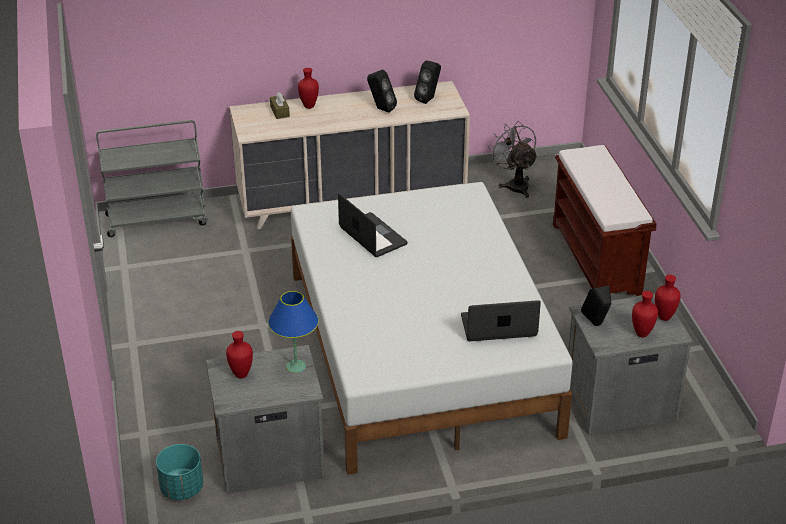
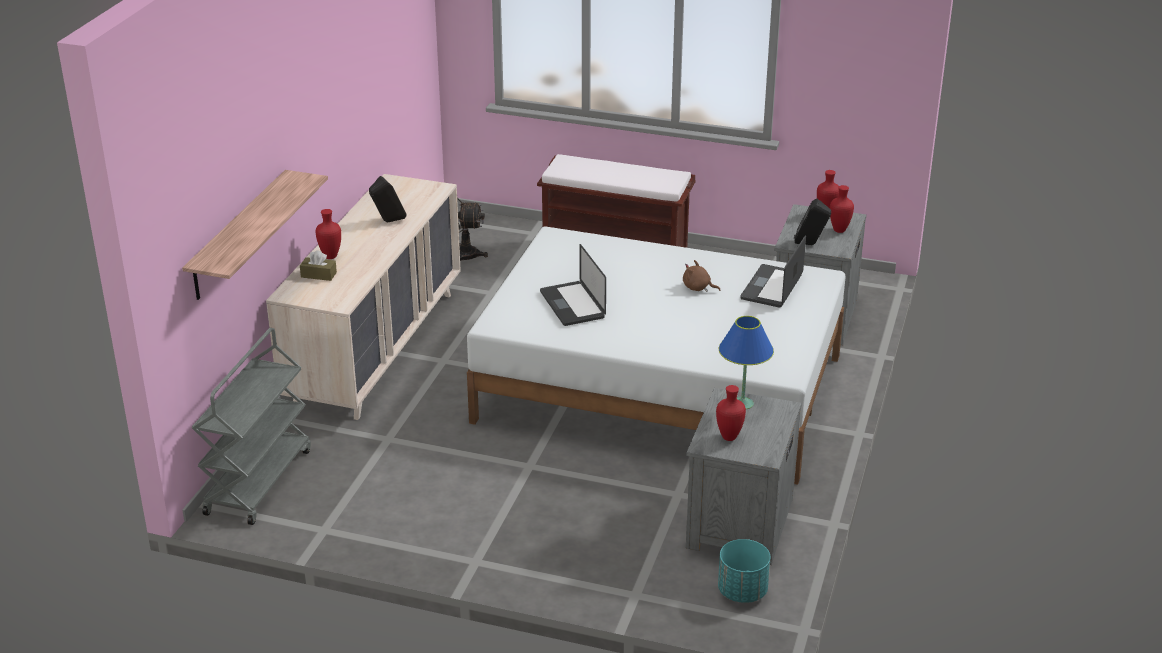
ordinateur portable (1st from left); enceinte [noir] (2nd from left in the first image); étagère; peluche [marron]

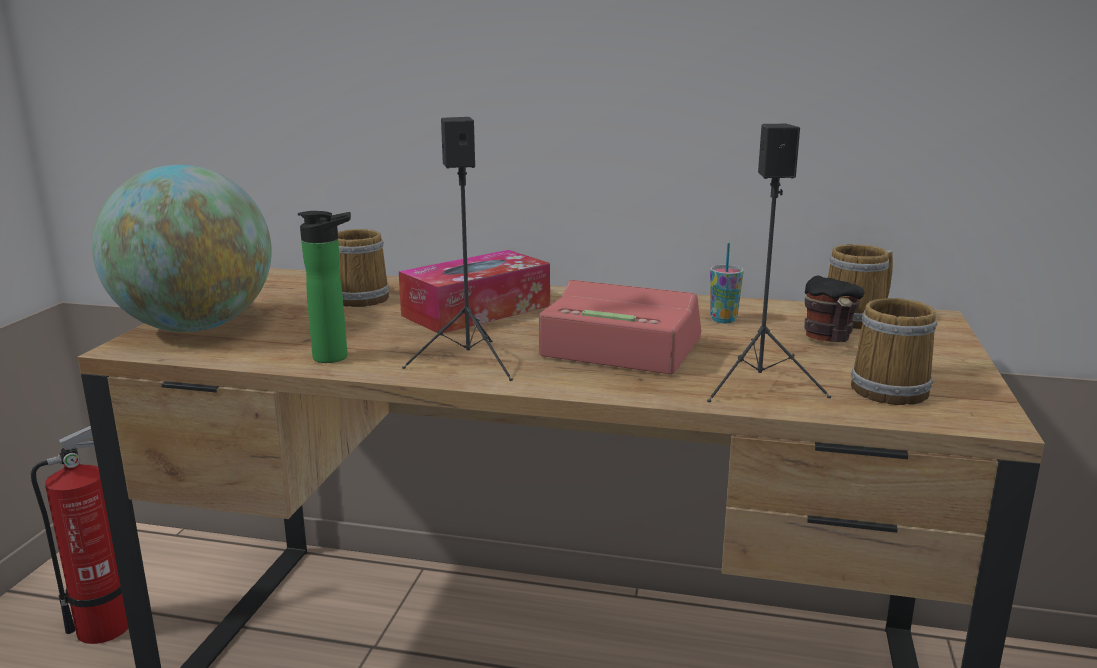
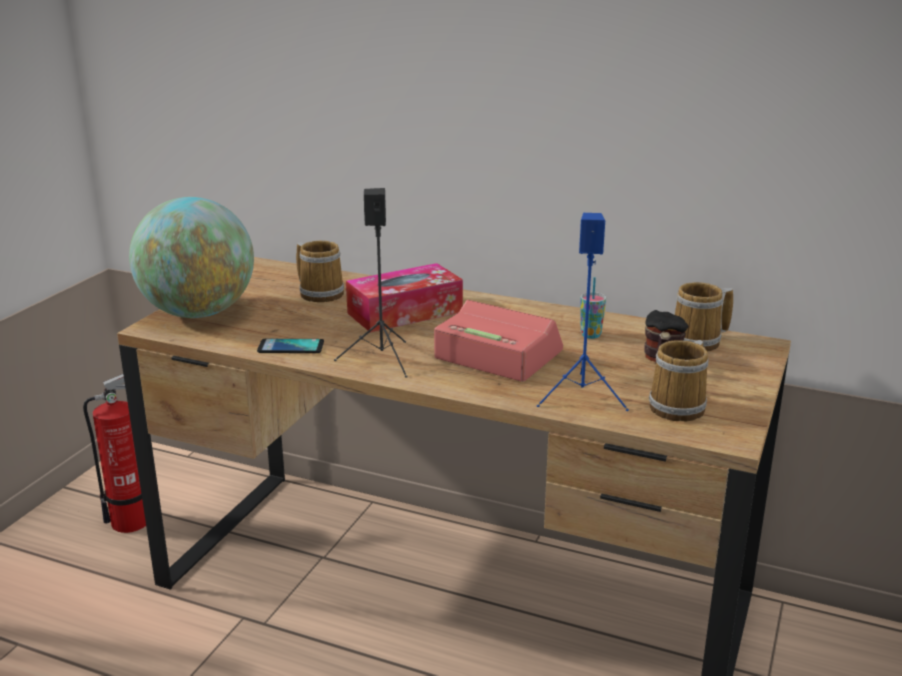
téléphone; enceinte [bleu]

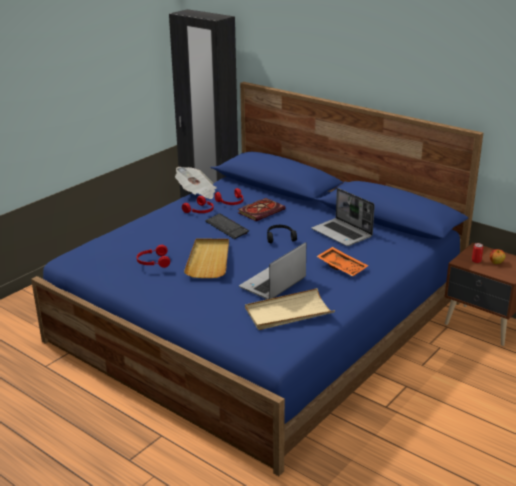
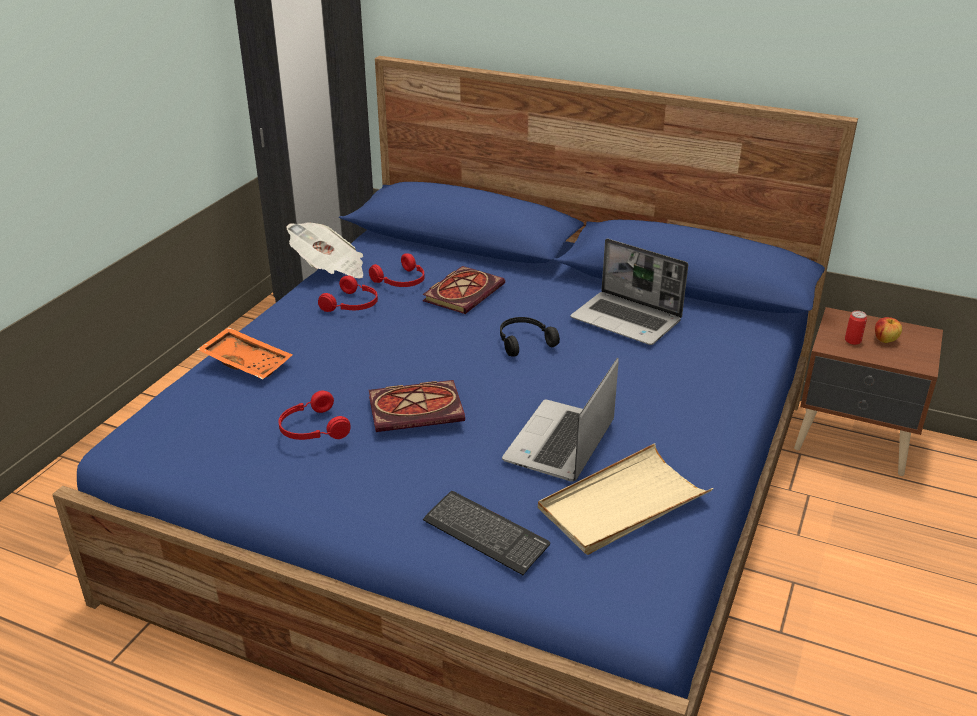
livre (1st from left); clavier; plateau [orange]

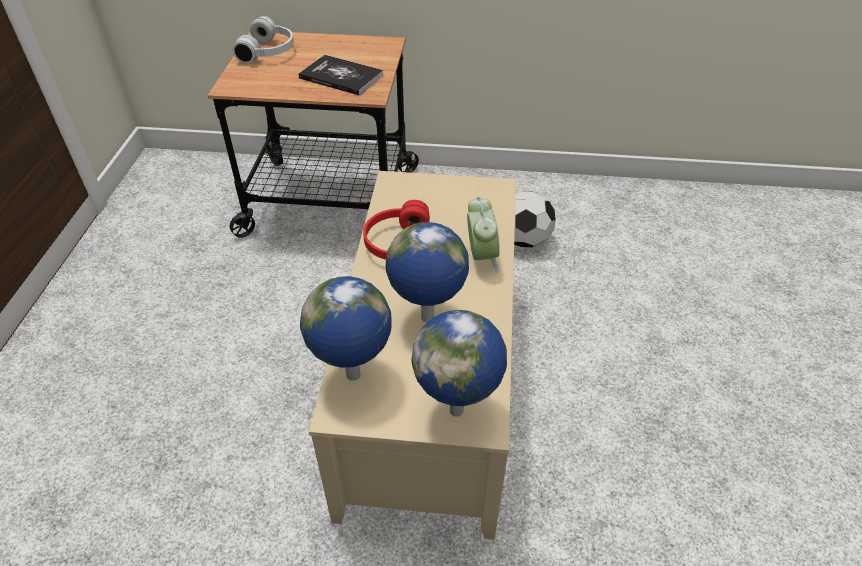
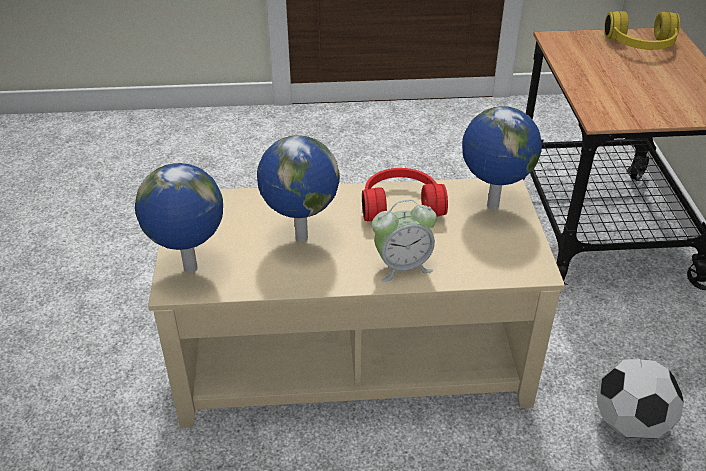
casque audio [jaune]; livre; globe (3rd from left)

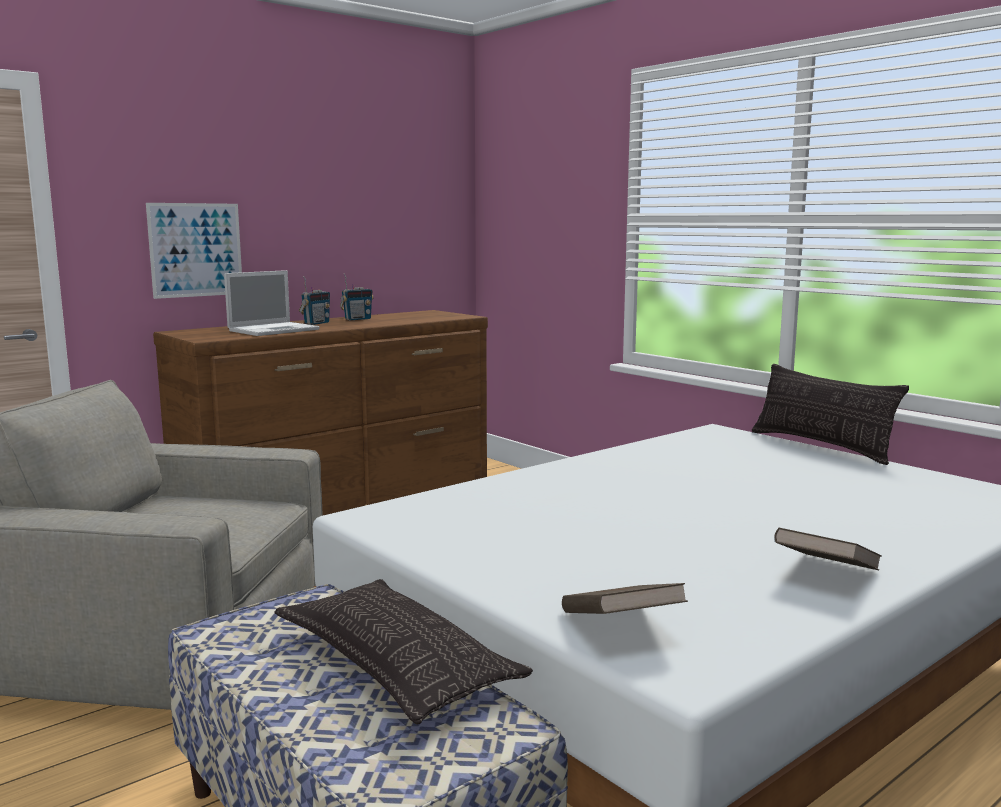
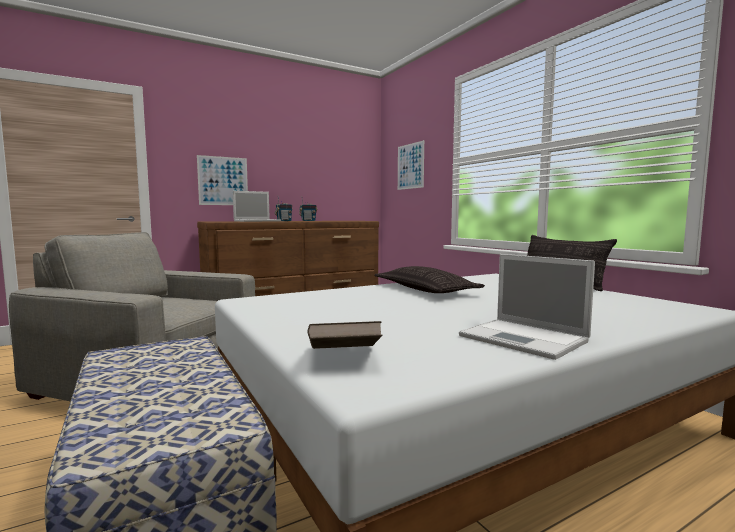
coussin (1st from left); ordinateur portable (2nd from left); tableau (2nd from left)

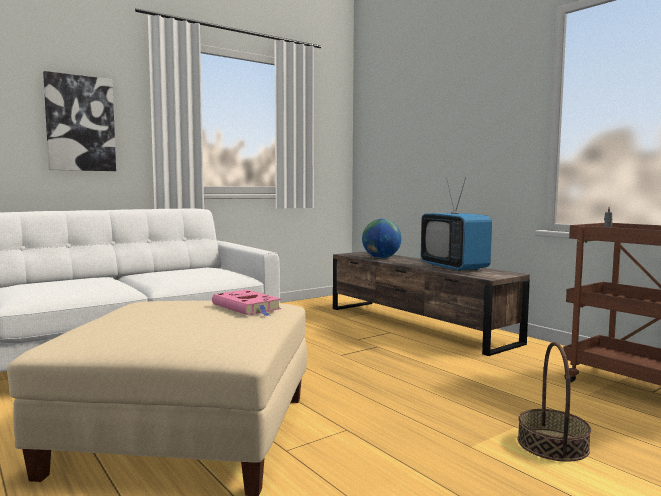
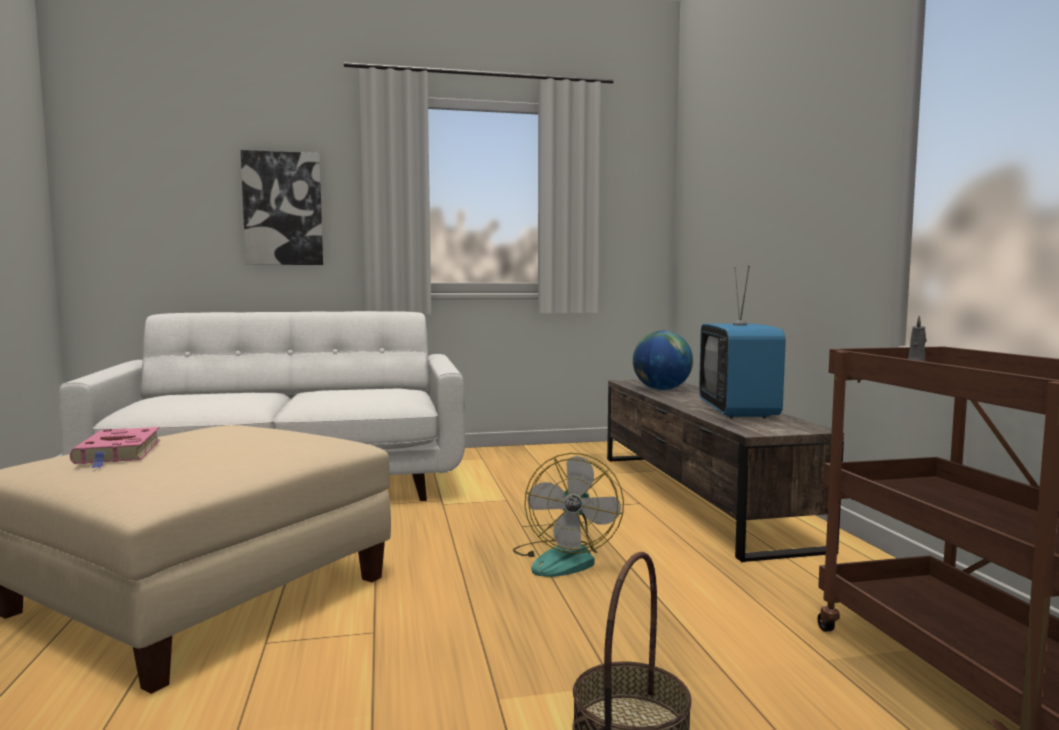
livre [rose]; ventilateur

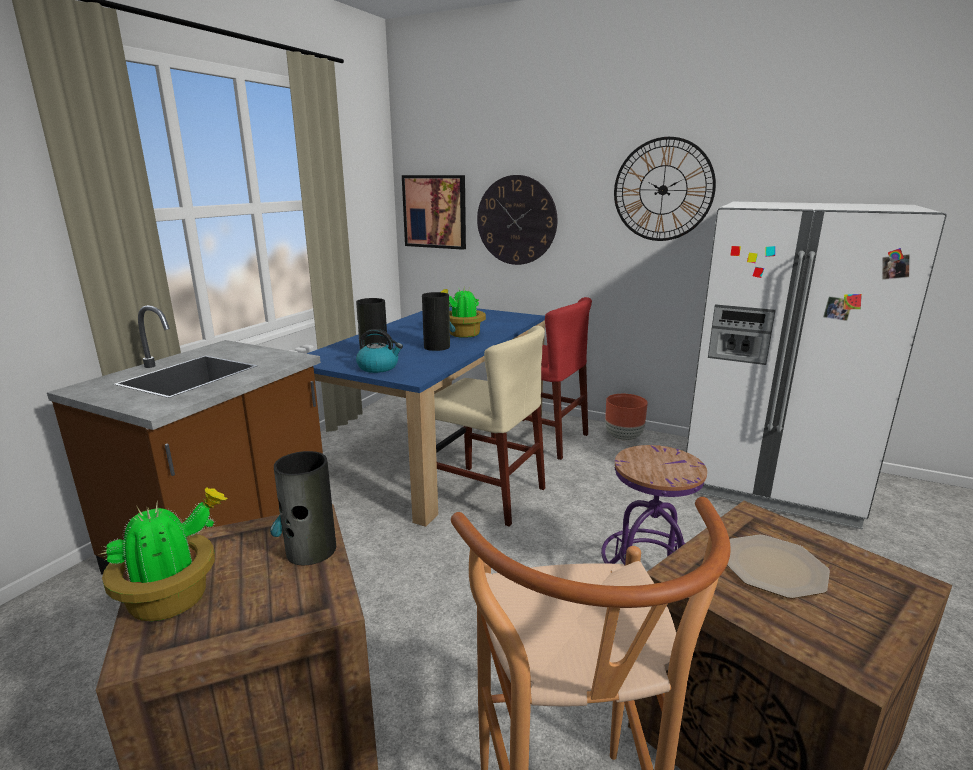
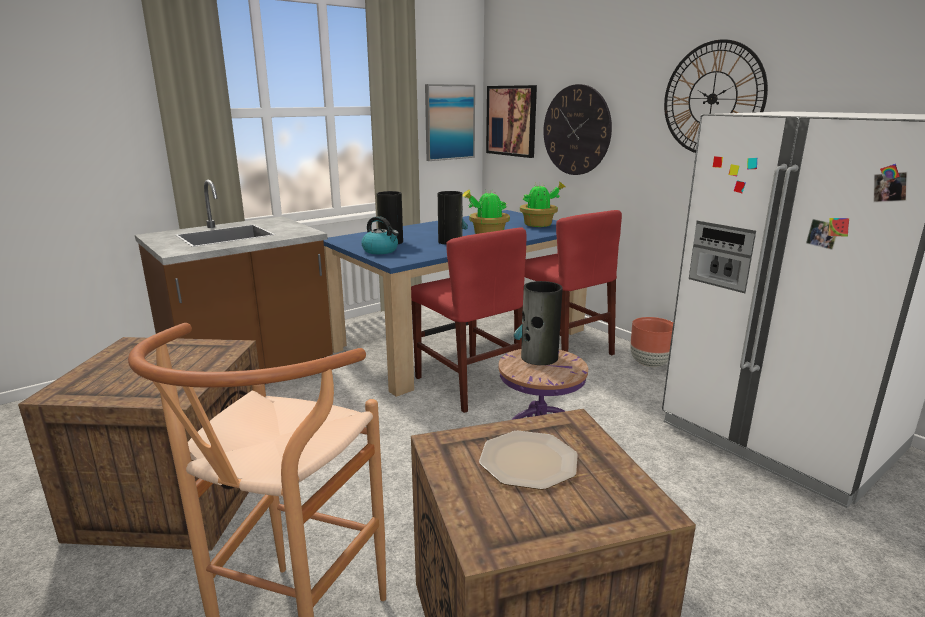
plante en pot (2nd from left); vase (3rd from left); chaise [rouge] (1st from left); tableau (1st from left)

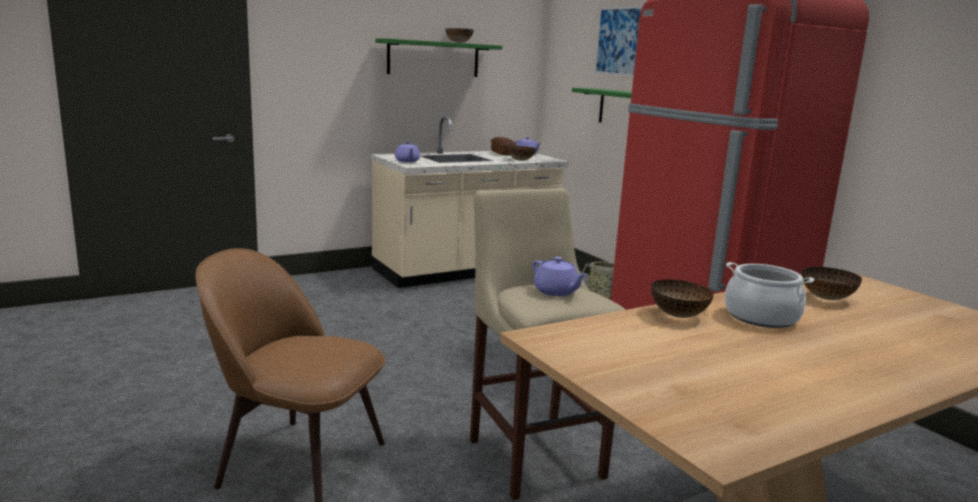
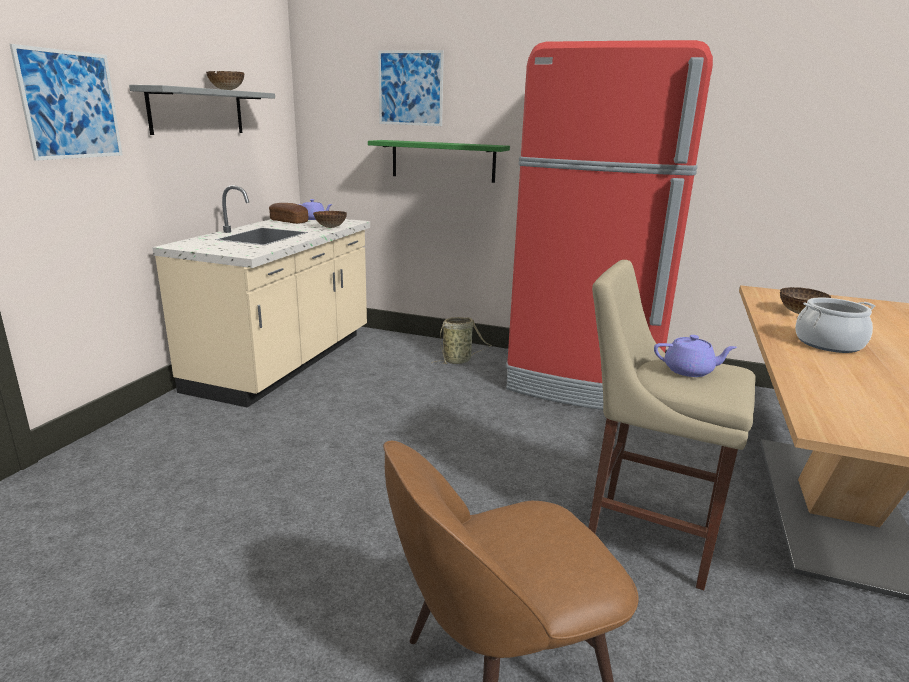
étagère [gris]; théière [violet] (1st from left in the first image); bol (3rd from left in the first image); tableau (1st from left)

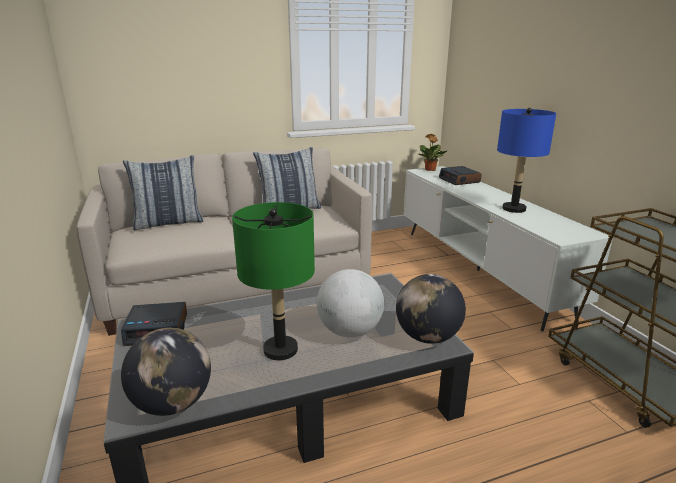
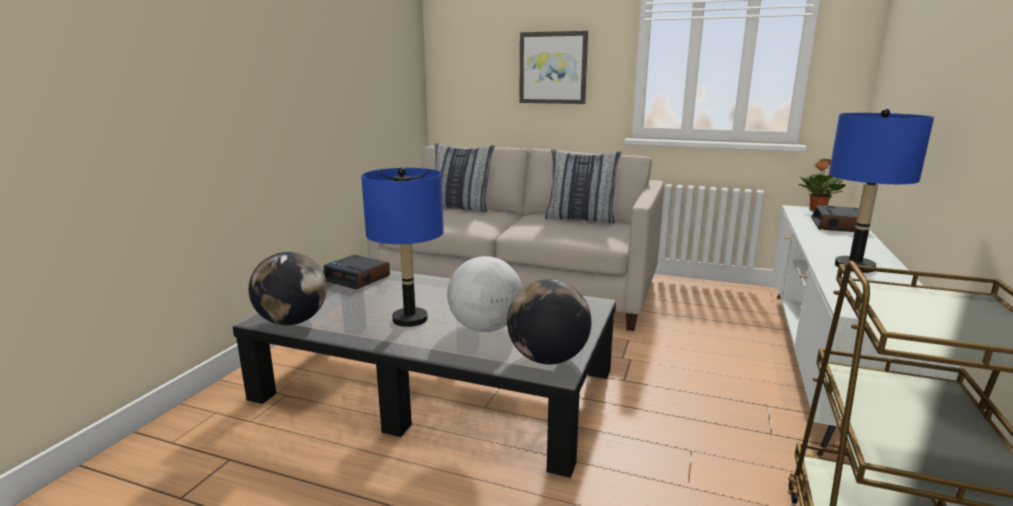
lampe de table [bleu] (1st from left); tableau

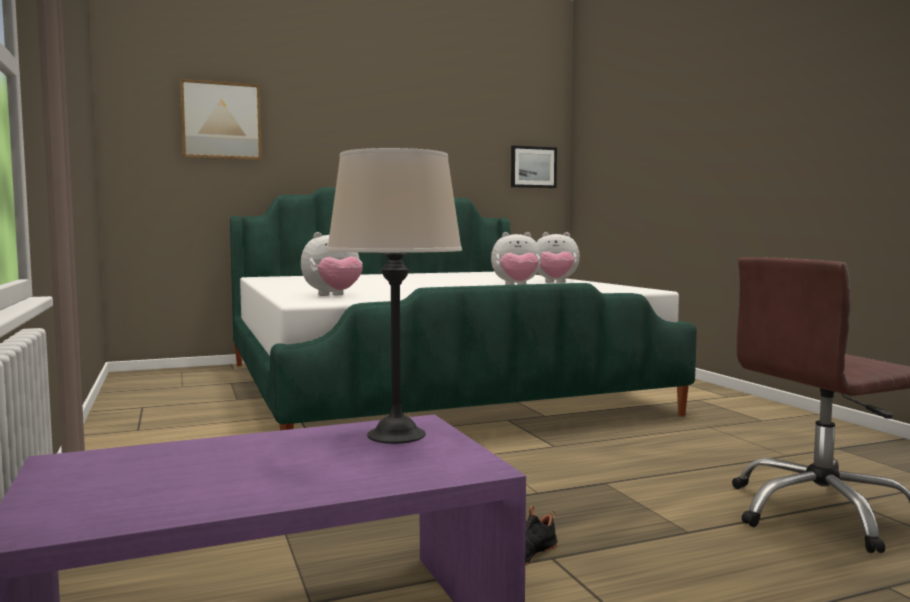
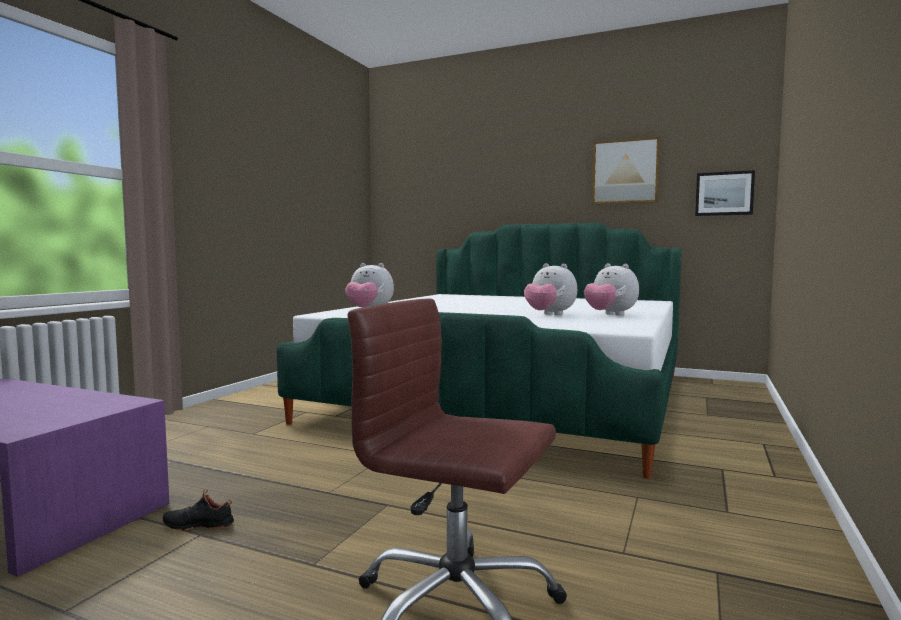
tableau (1st from left); lampe de table [beige]

